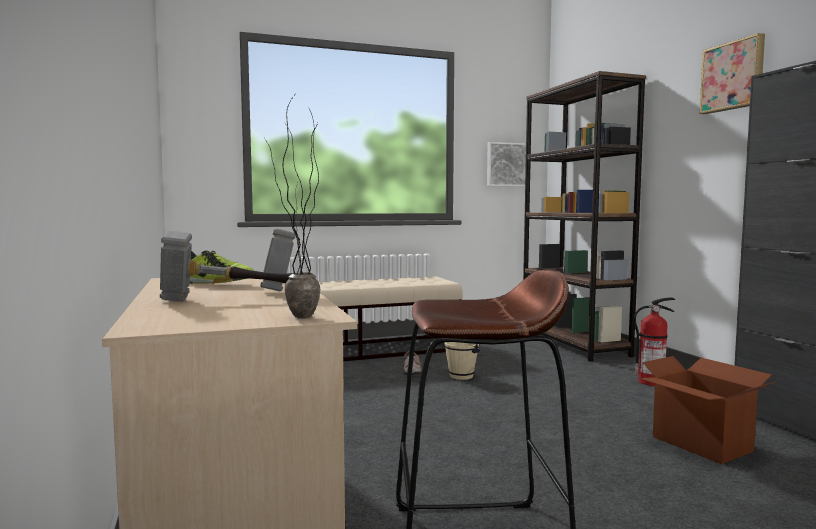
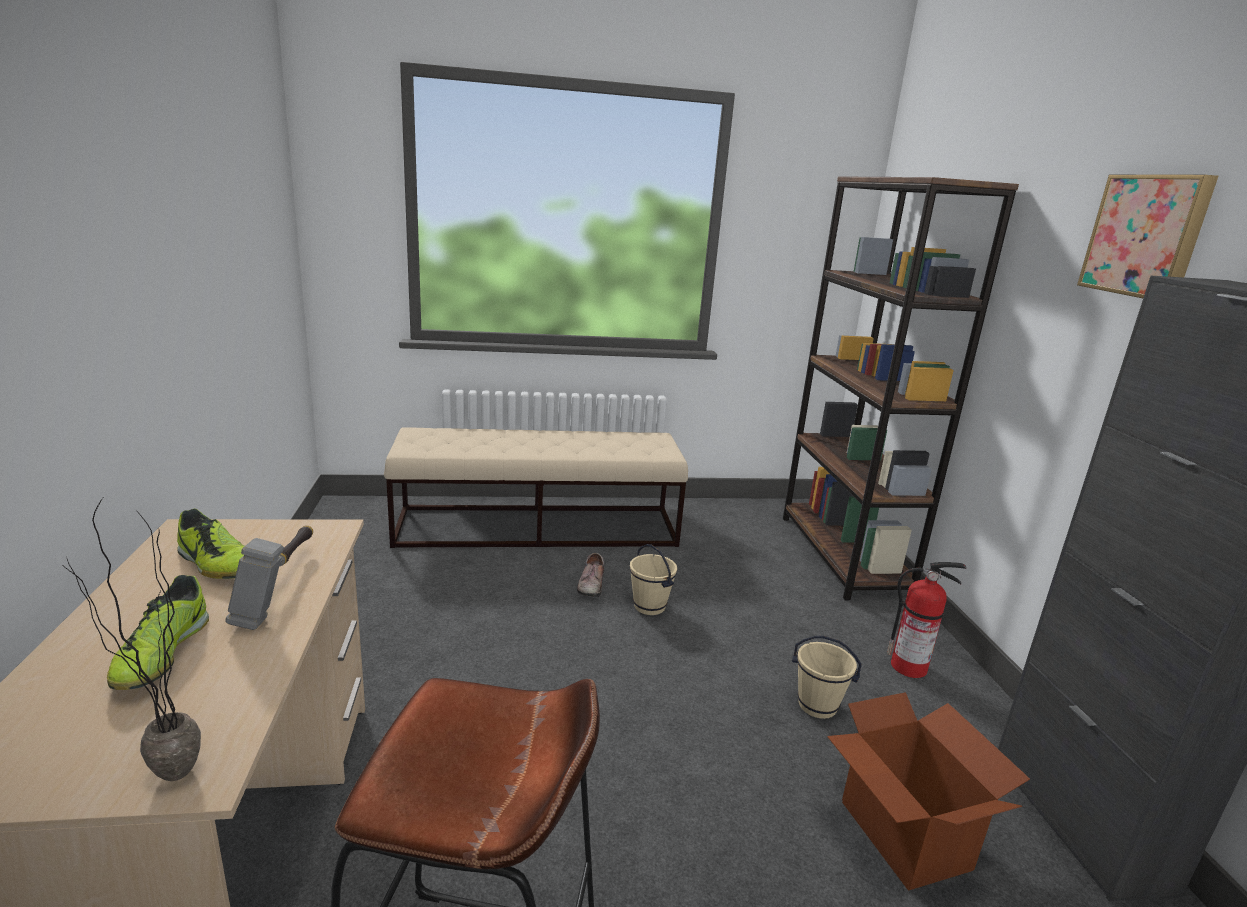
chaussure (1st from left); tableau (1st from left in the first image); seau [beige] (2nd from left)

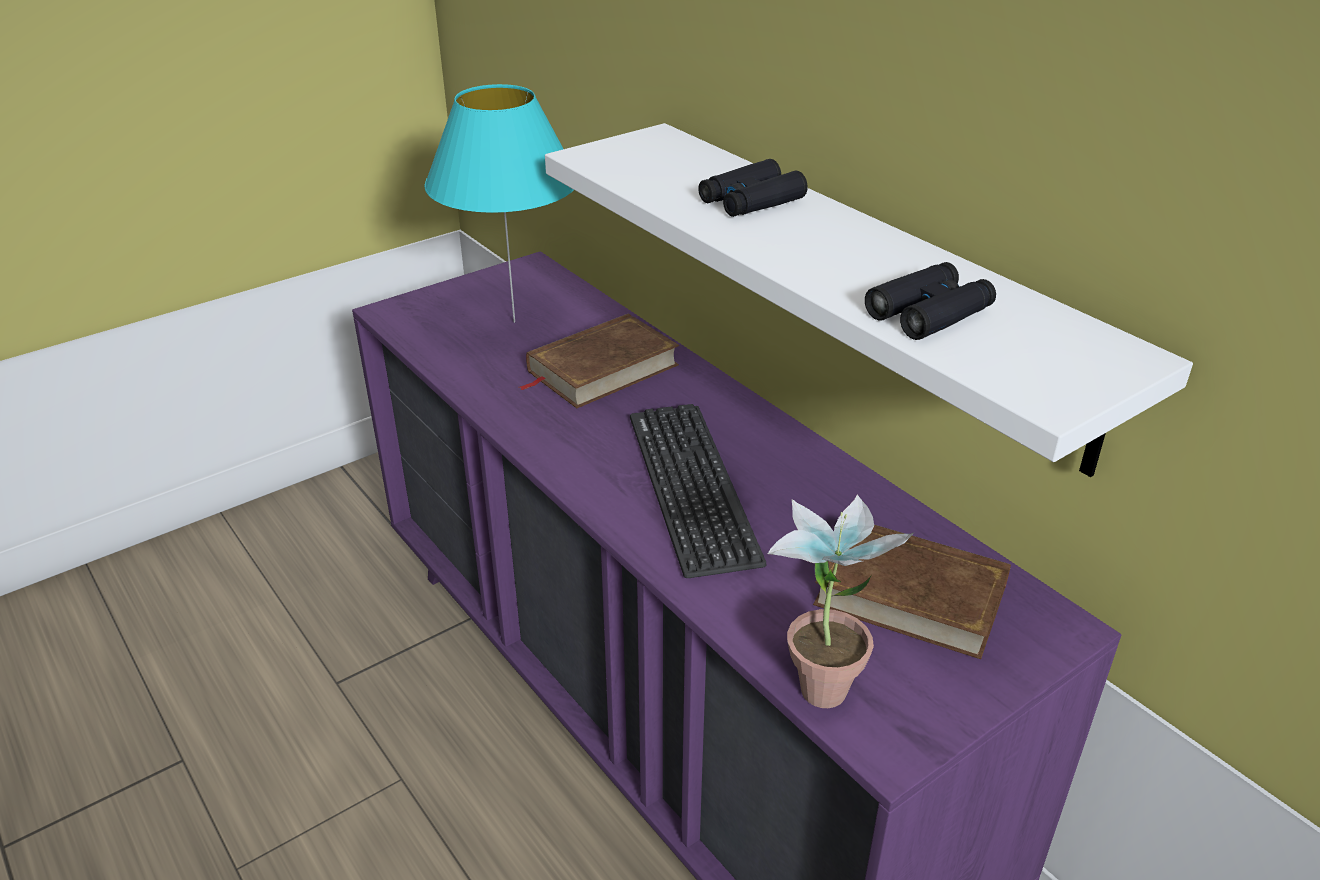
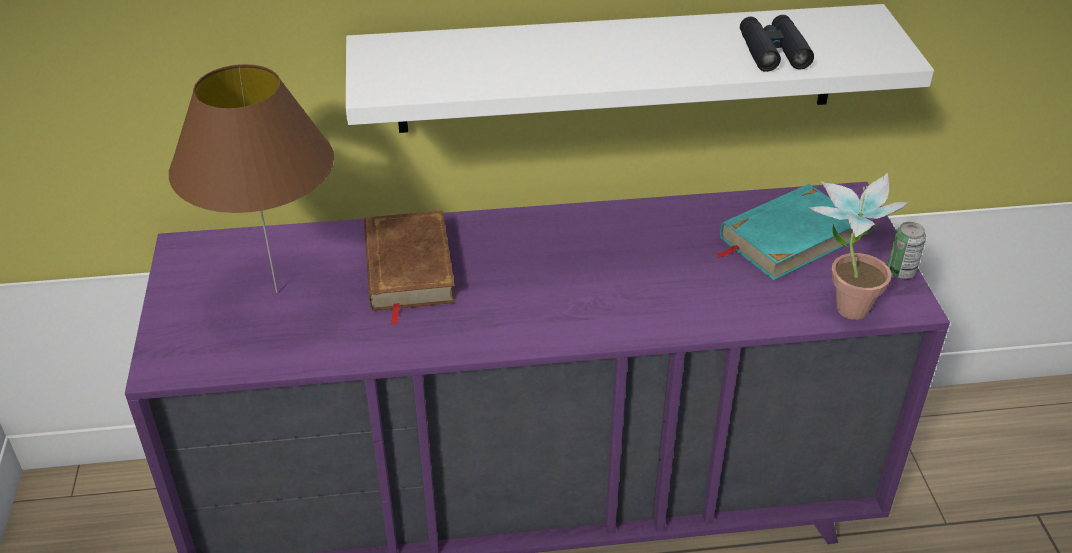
lampe de table [marron]; clavier; jumelles [noir] (1st from left in the first image); livre [turquoise]; boîte métallique

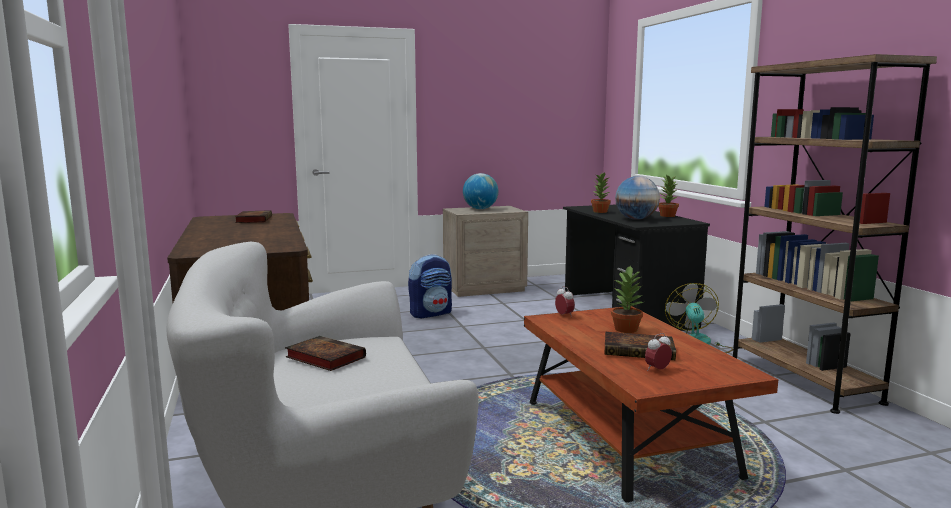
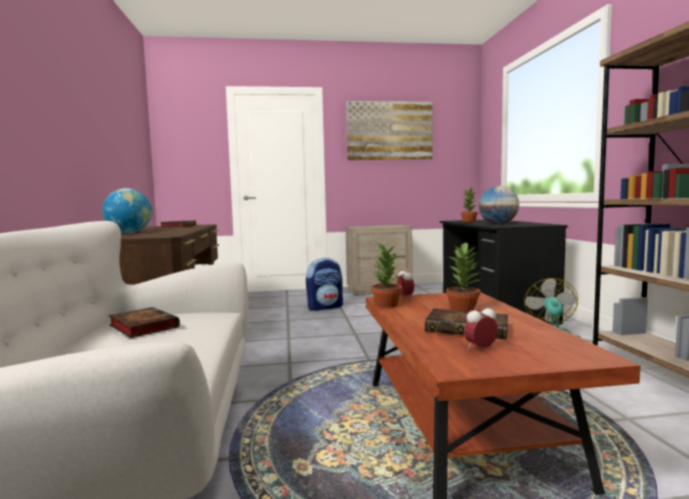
globe (1st from left); plante en pot (1st from left); tableau

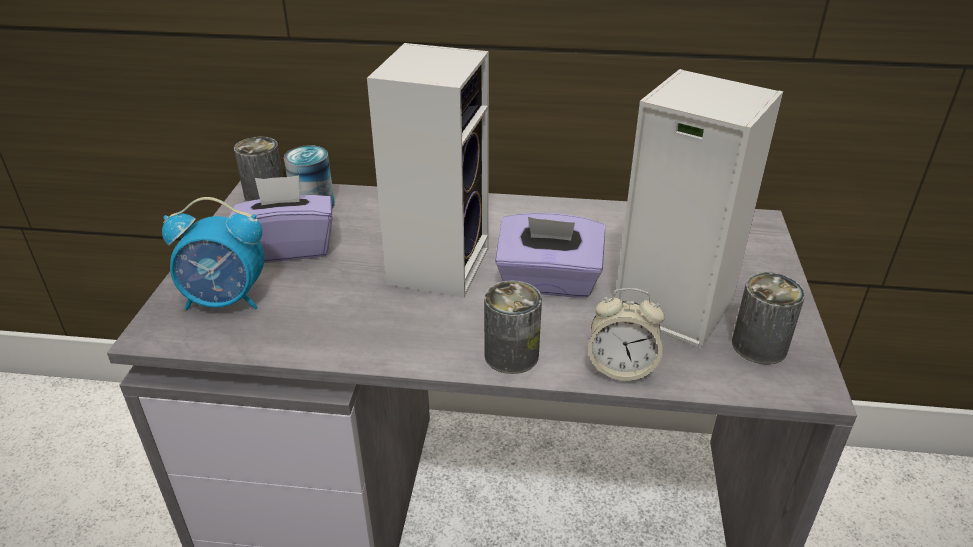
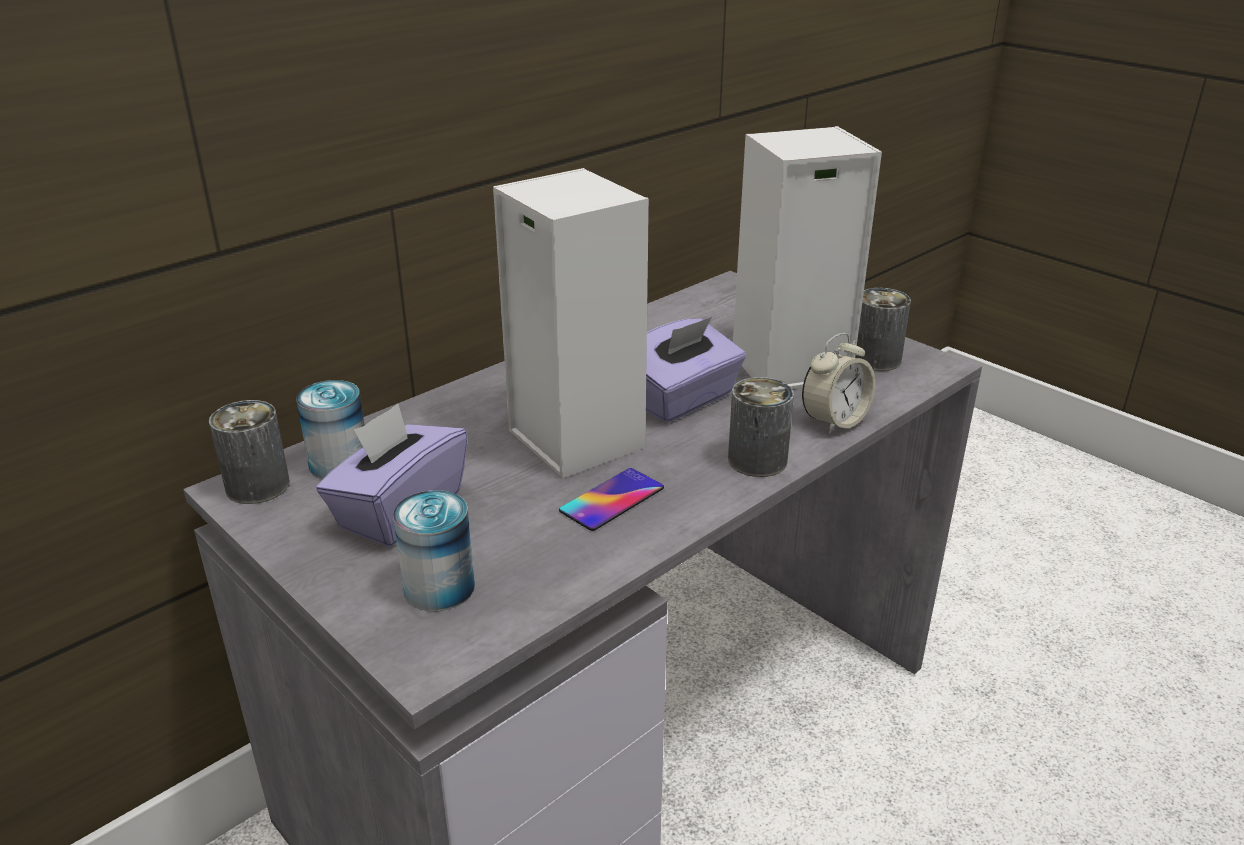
boîte métallique (3rd from left); téléphone

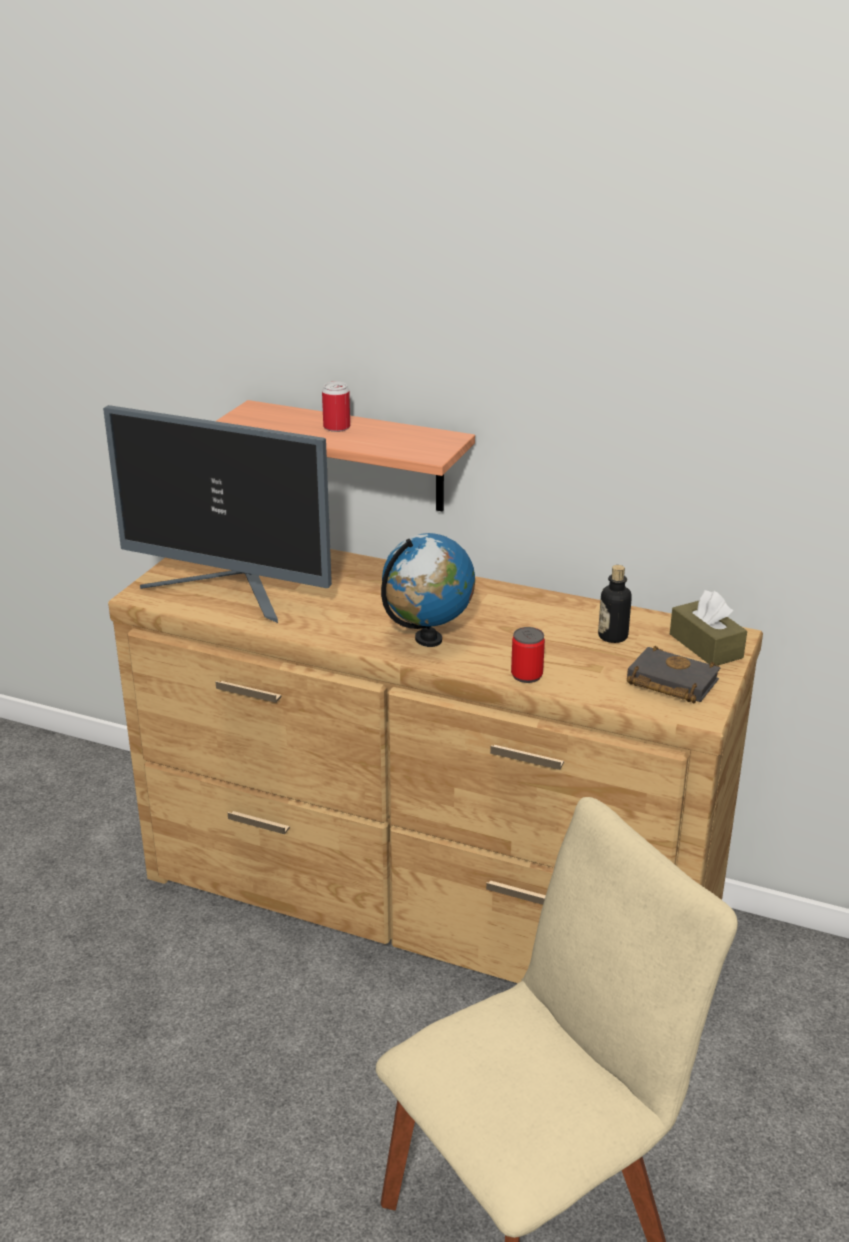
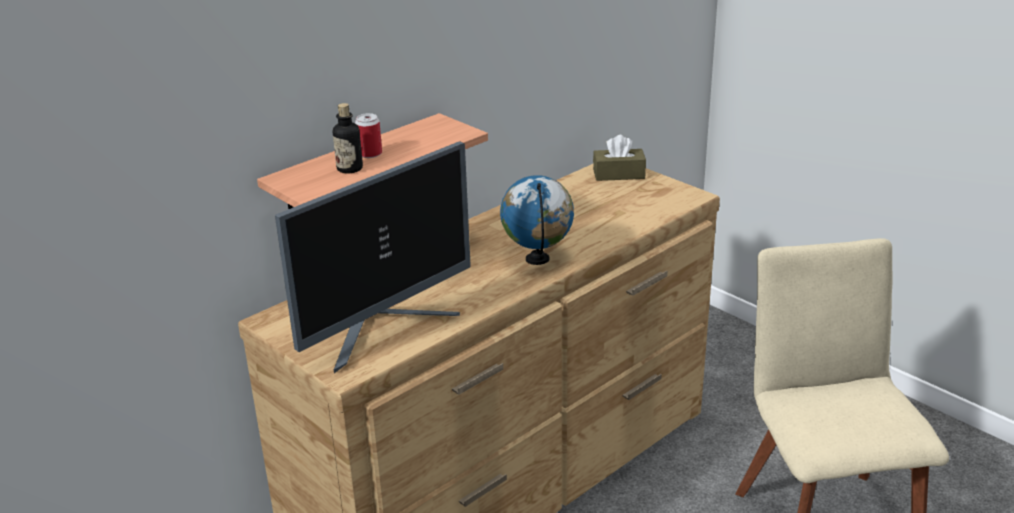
boîte métallique (2nd from left in the first image); bouteille; livre [noir]

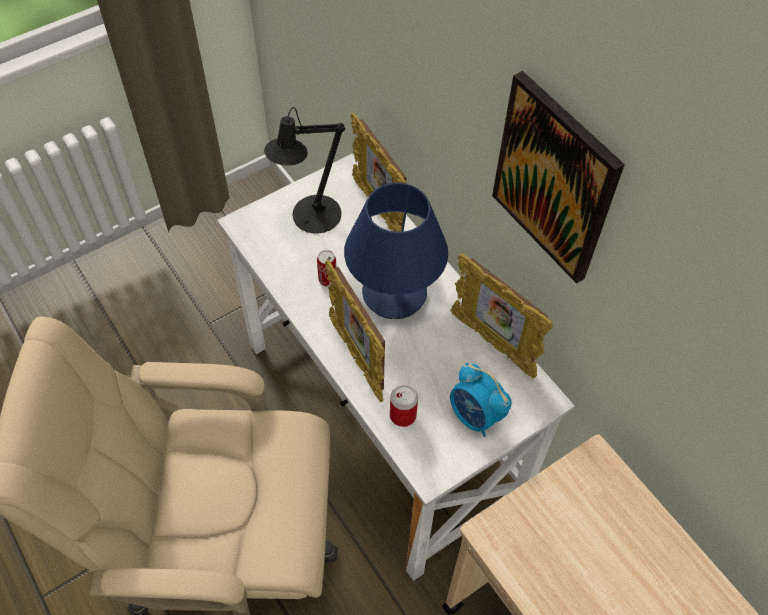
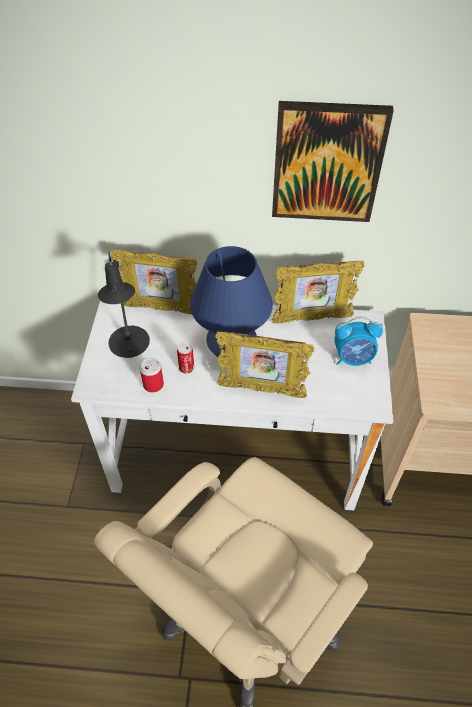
boîte métallique (1st from left)

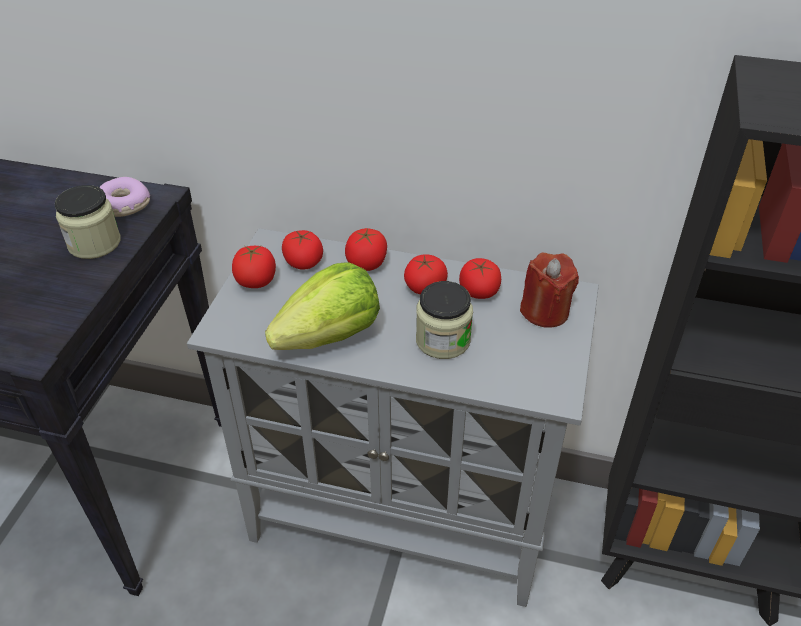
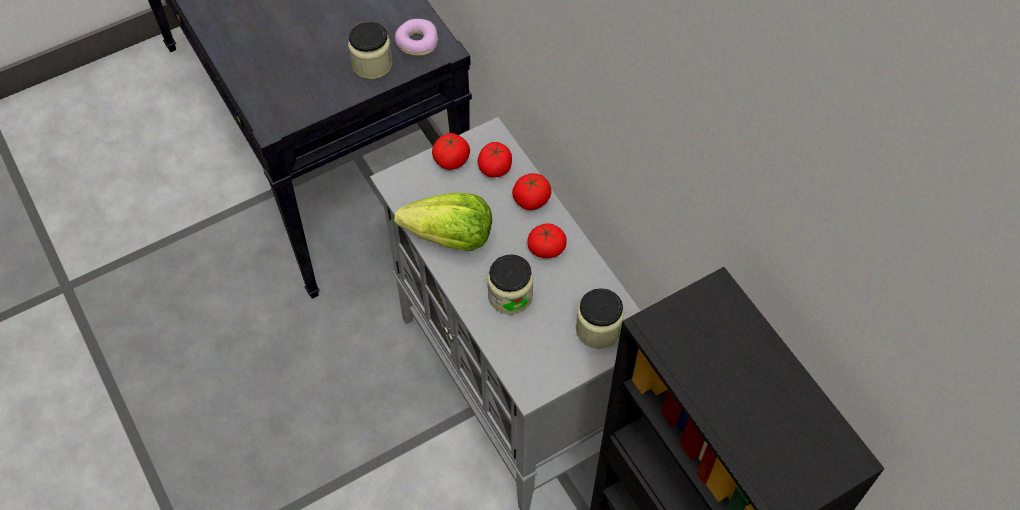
tomate (5th from left in the first image); bocal (3rd from left)

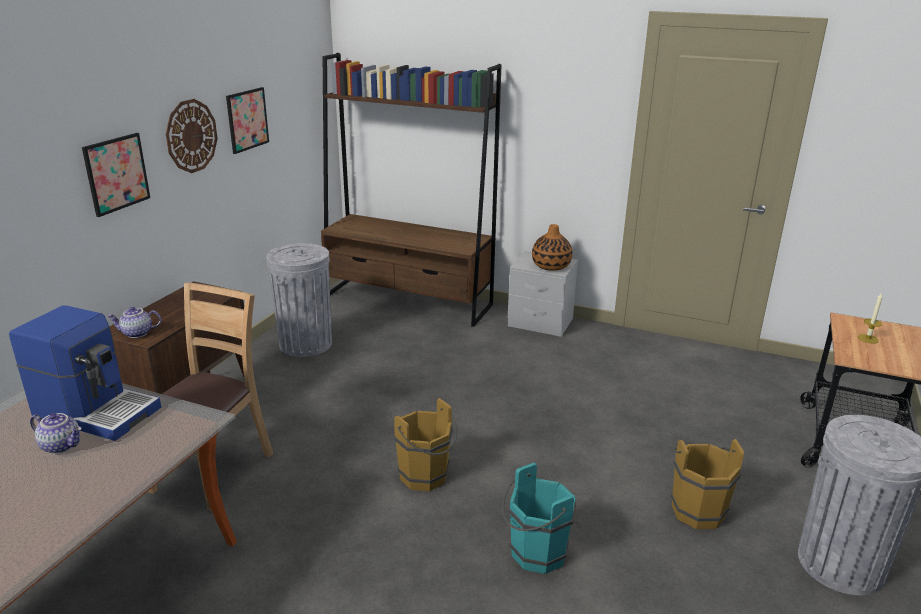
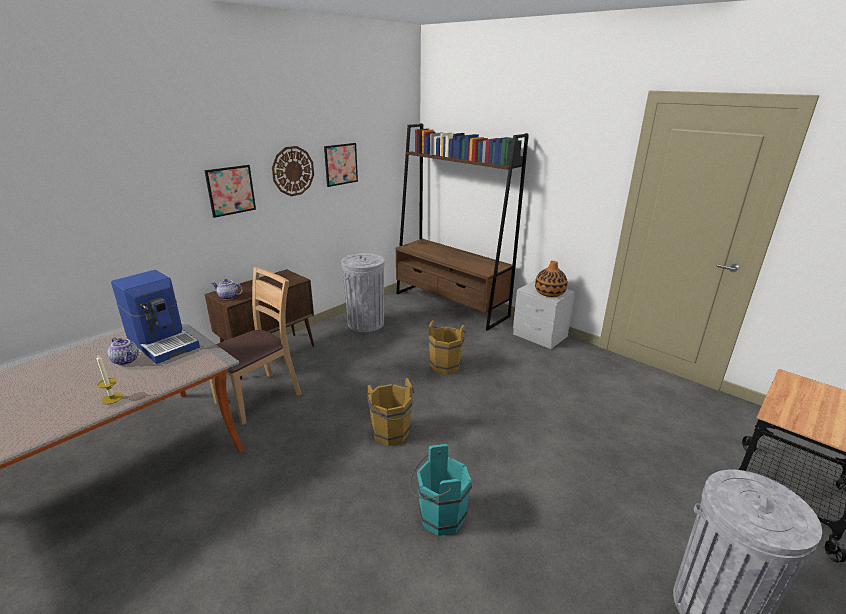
seau [marron] (2nd from left); bougie

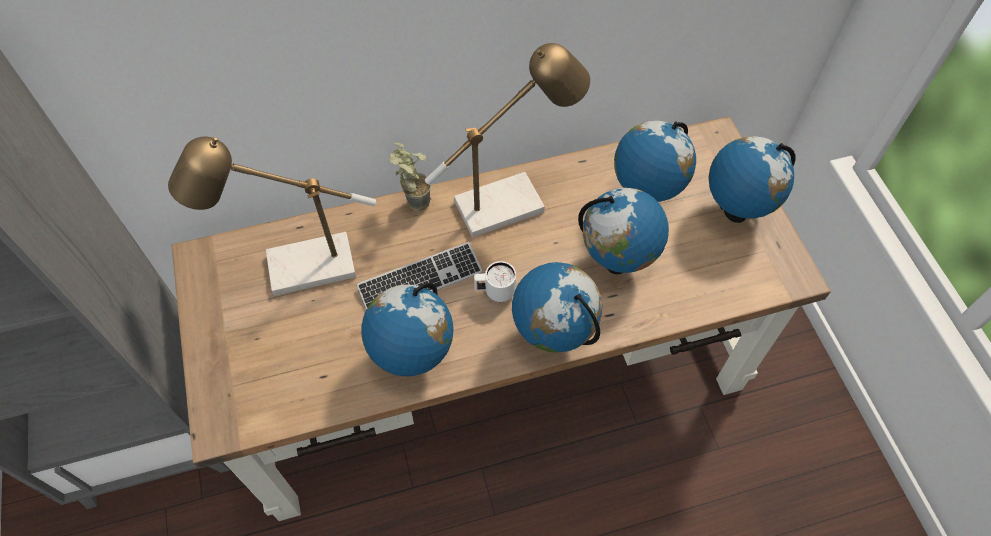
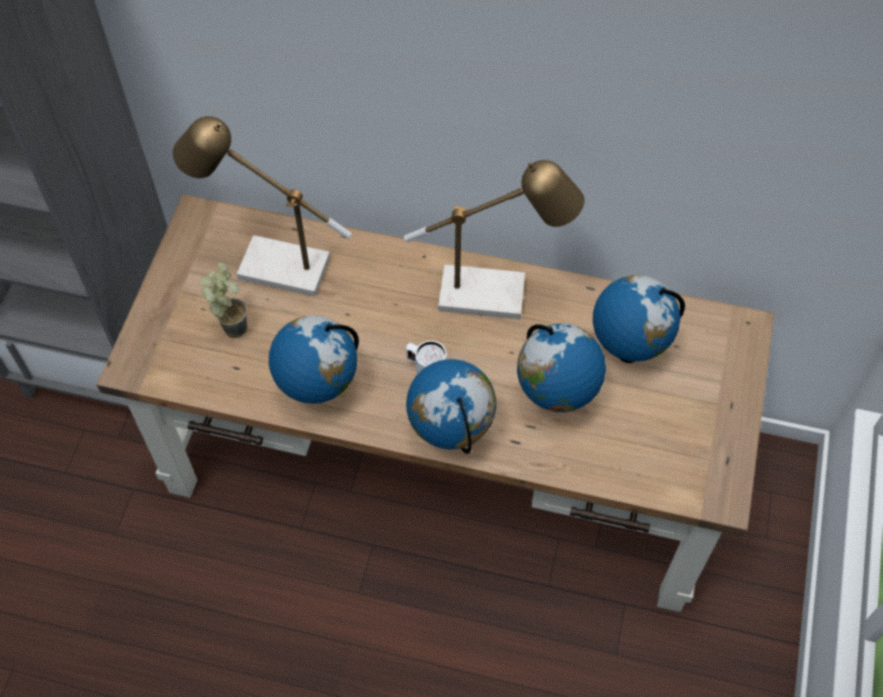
clavier; plante en pot; globe (5th from left in the first image)

